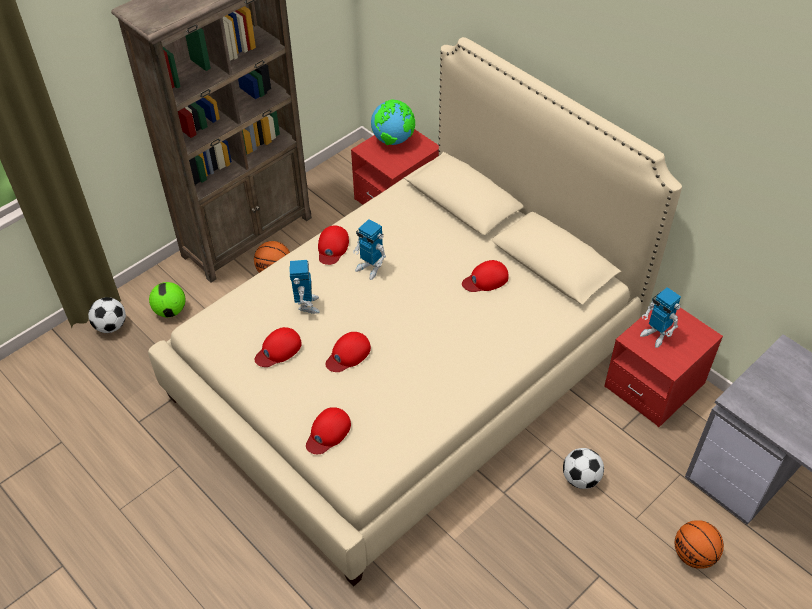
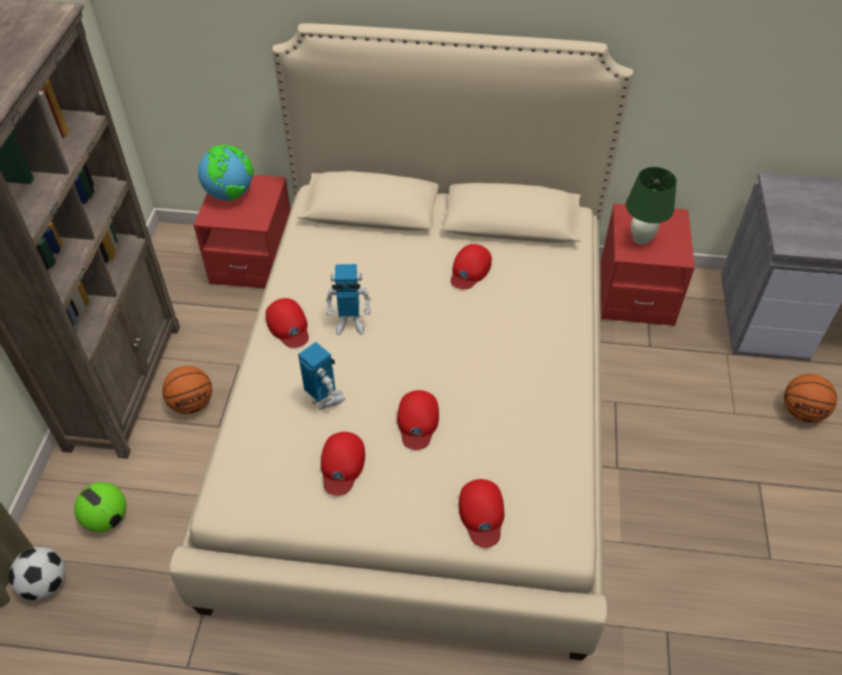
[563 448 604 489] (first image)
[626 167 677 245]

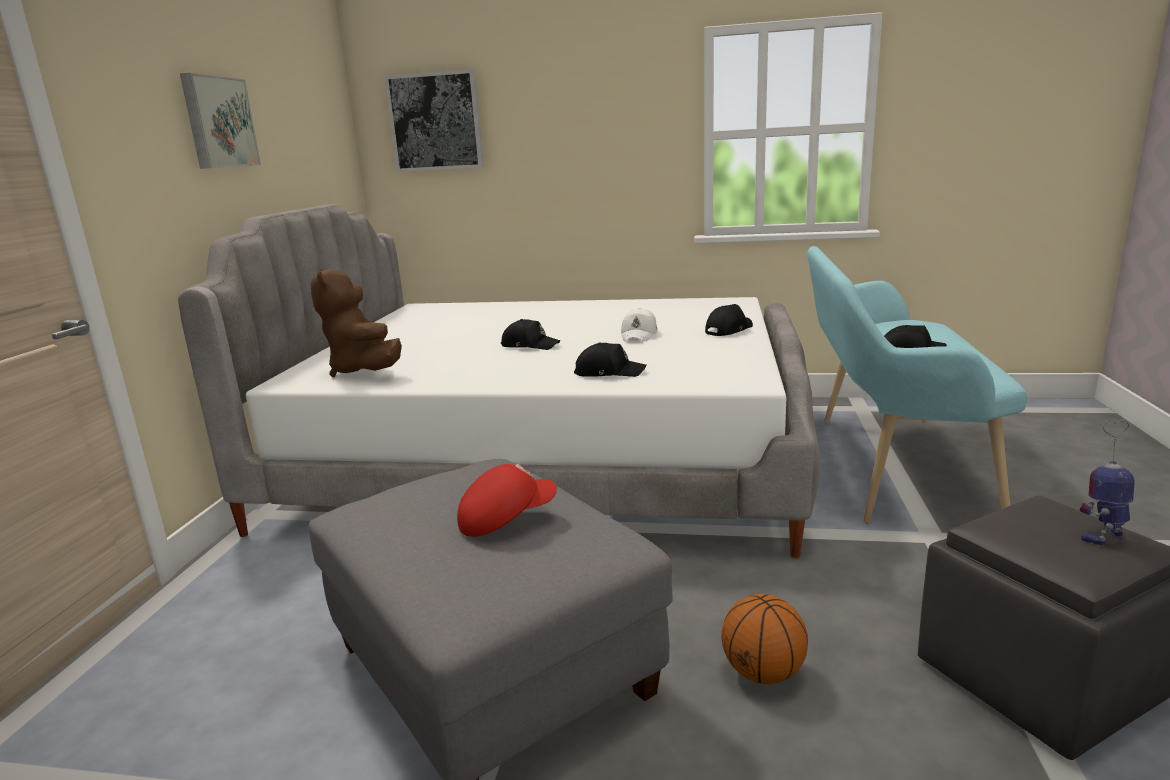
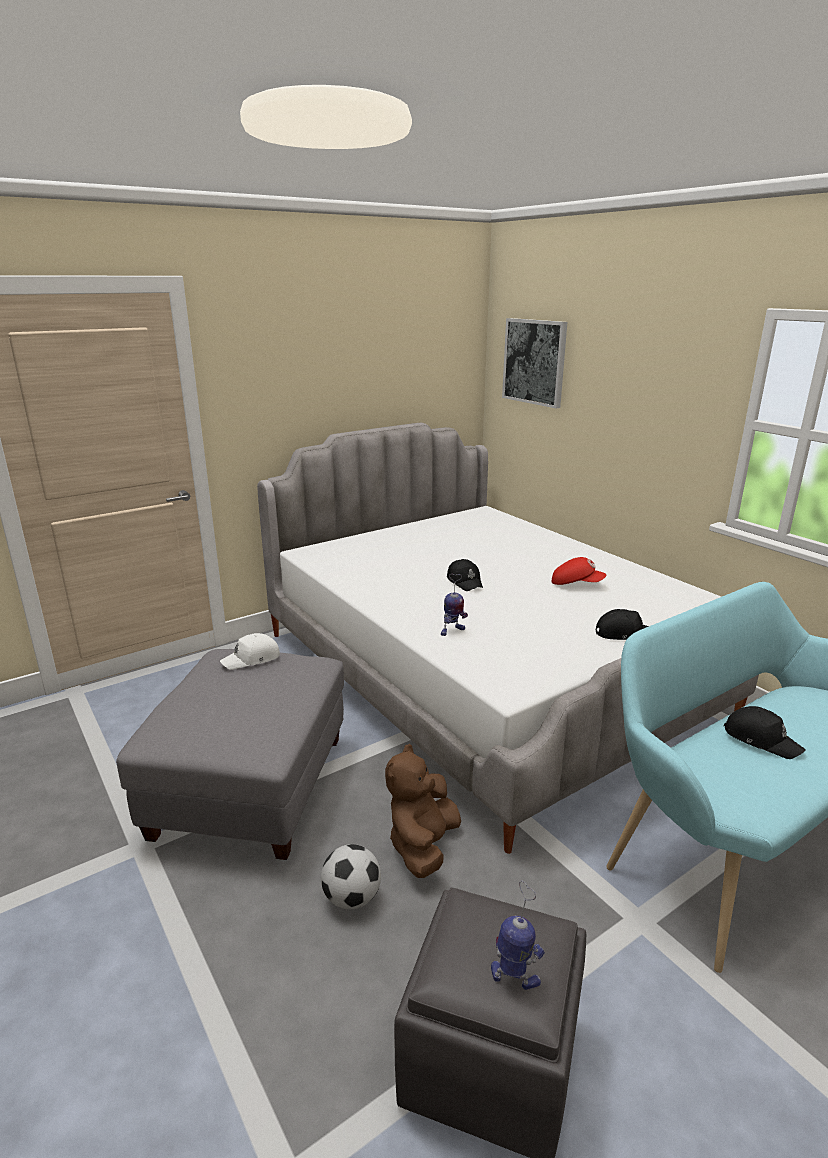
[180 73 261 169] (first image)
[385 744 461 878]
[552 557 606 585]
[220 633 280 670]
[441 574 468 636]
[321 844 381 910]

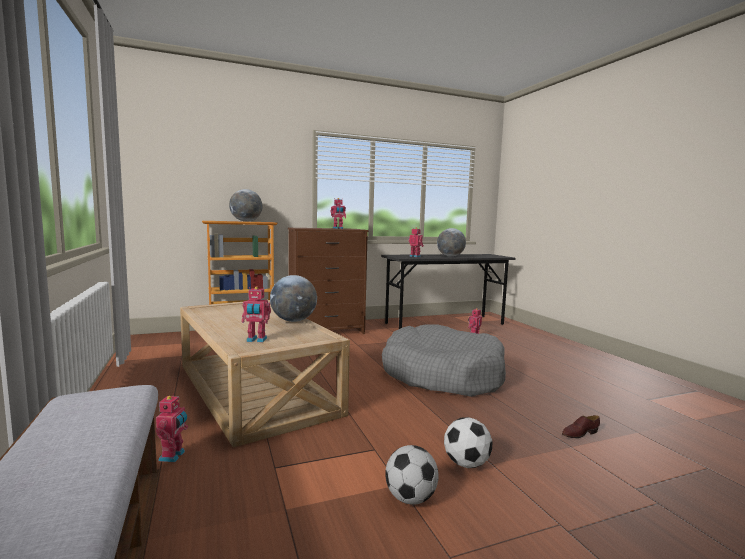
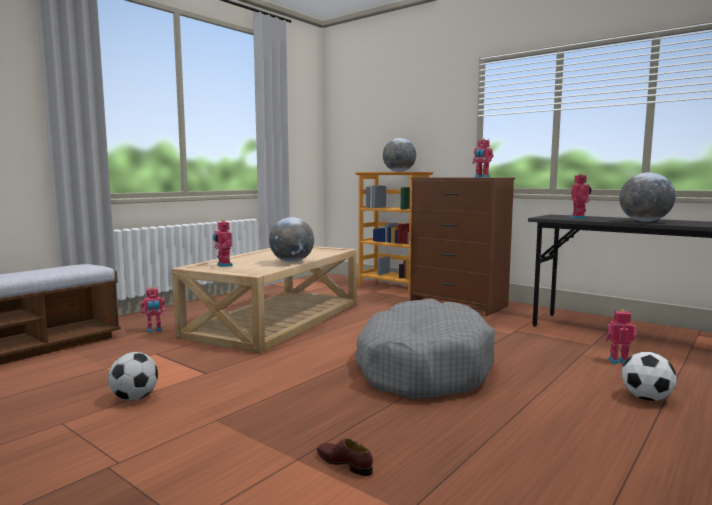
[622 352 677 401]

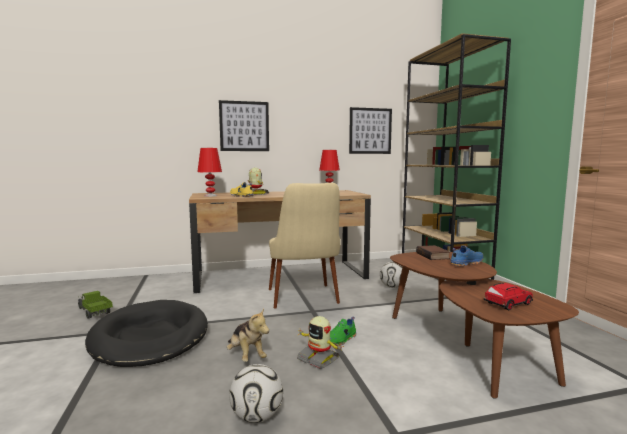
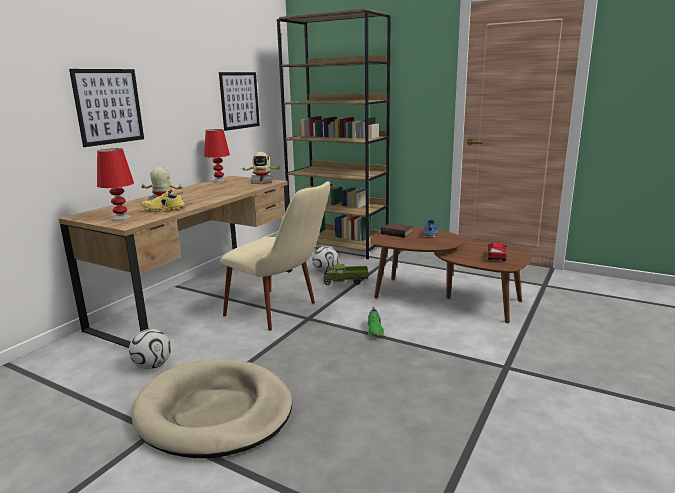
[227 309 269 362] (first image)
[324 264 368 285]
[129 329 171 369]
[241 152 281 184]
[131 360 292 458]

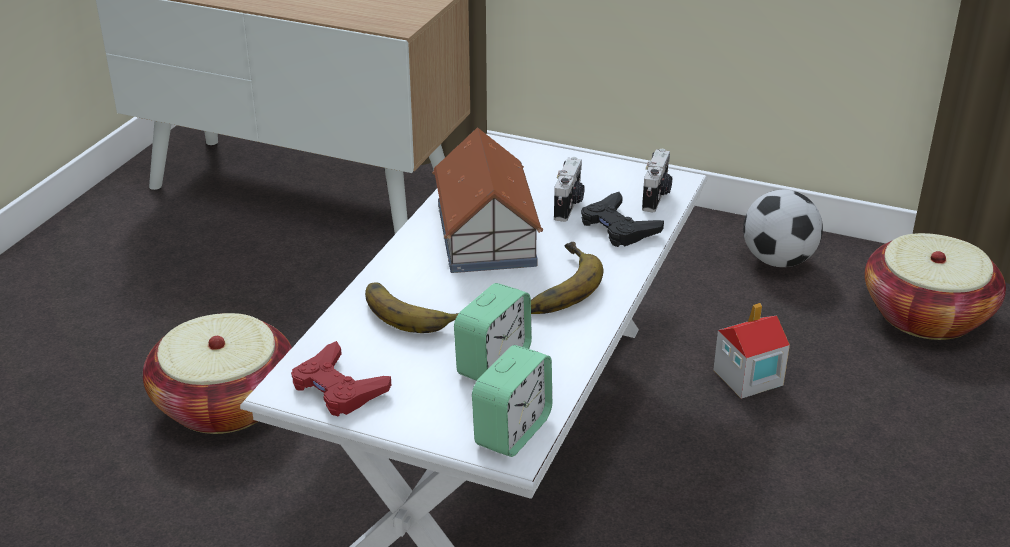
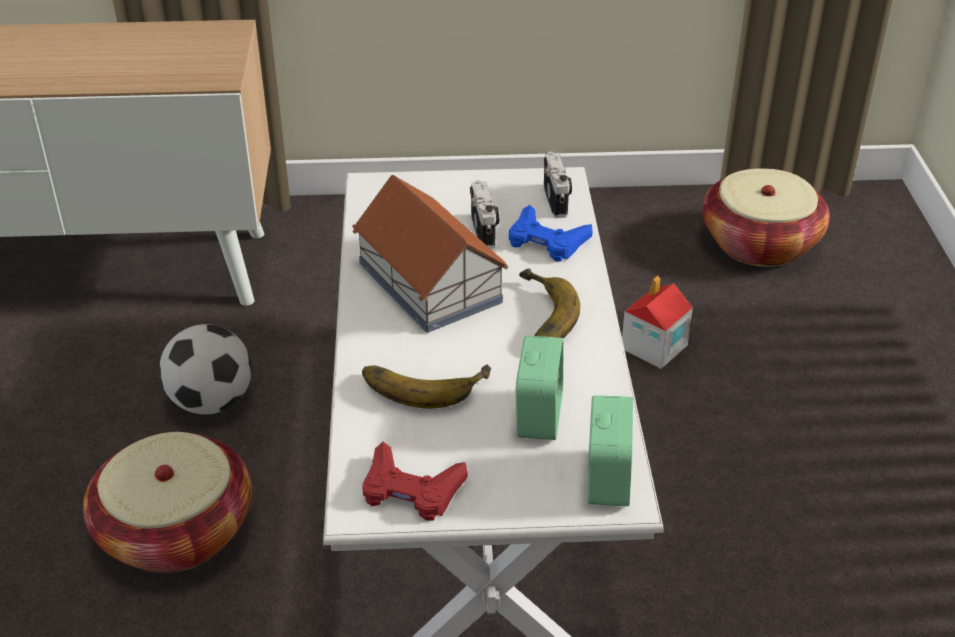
[159 324 252 415]
[509 205 593 262]

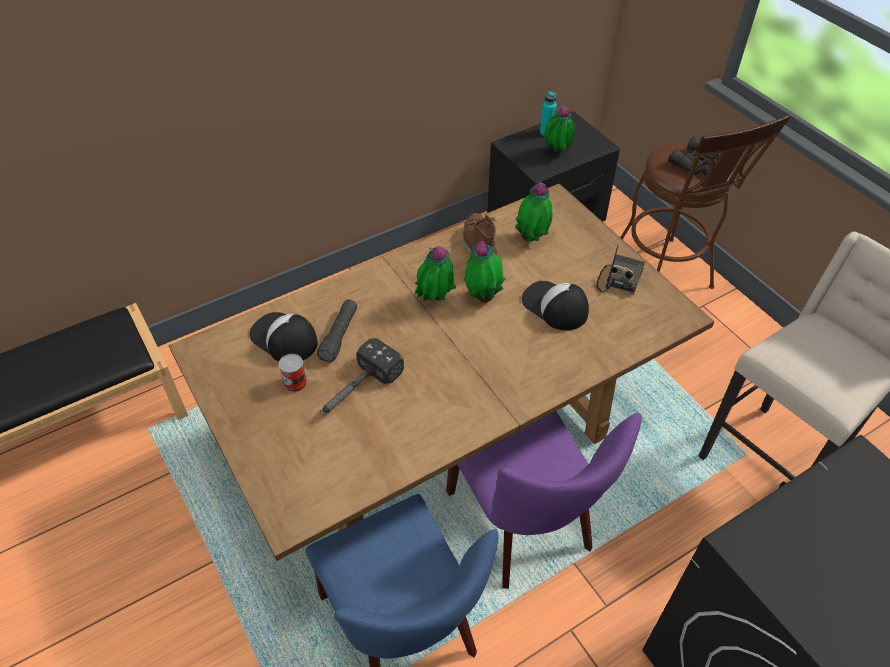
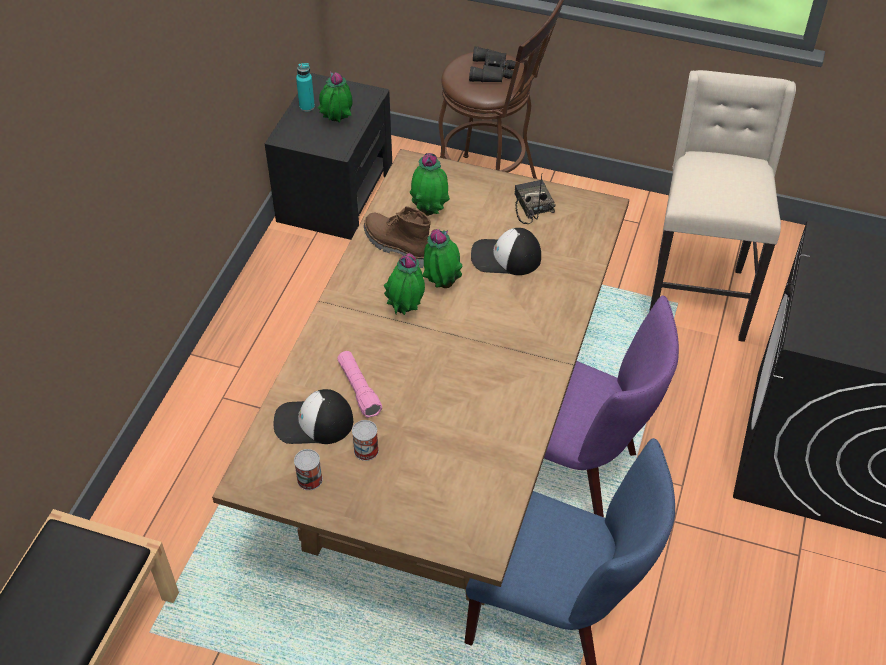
[320 338 404 415] (first image)
[294 449 323 490]
[337 351 382 418]

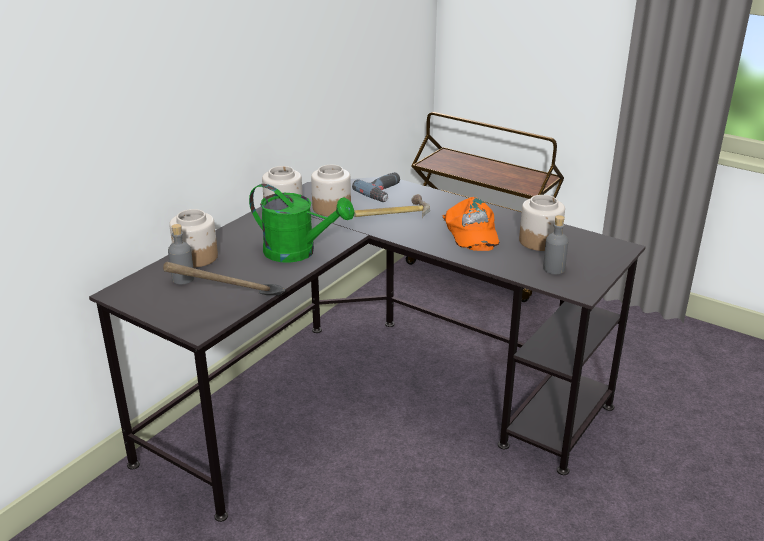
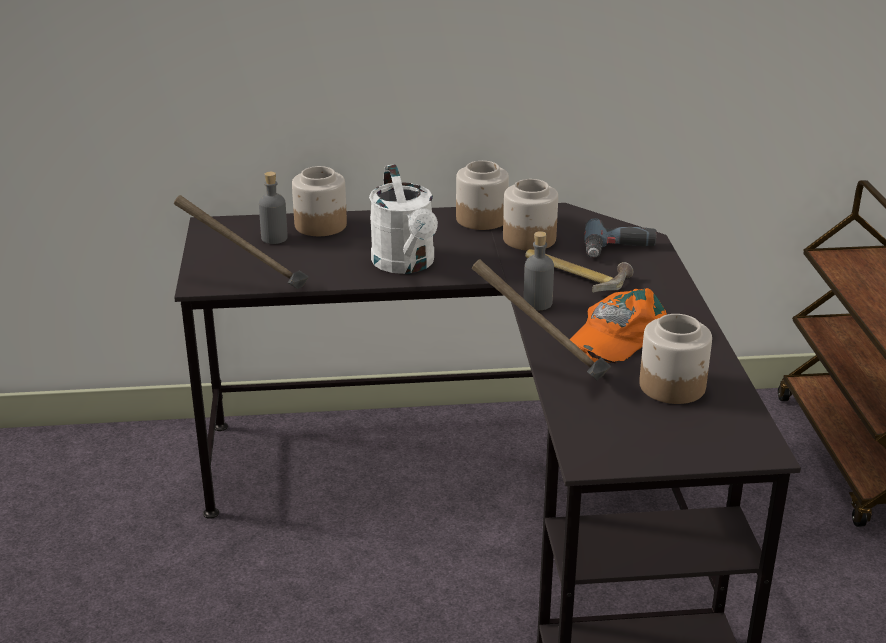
[472 259 611 380]
[524 231 554 310]
[369 164 438 274]

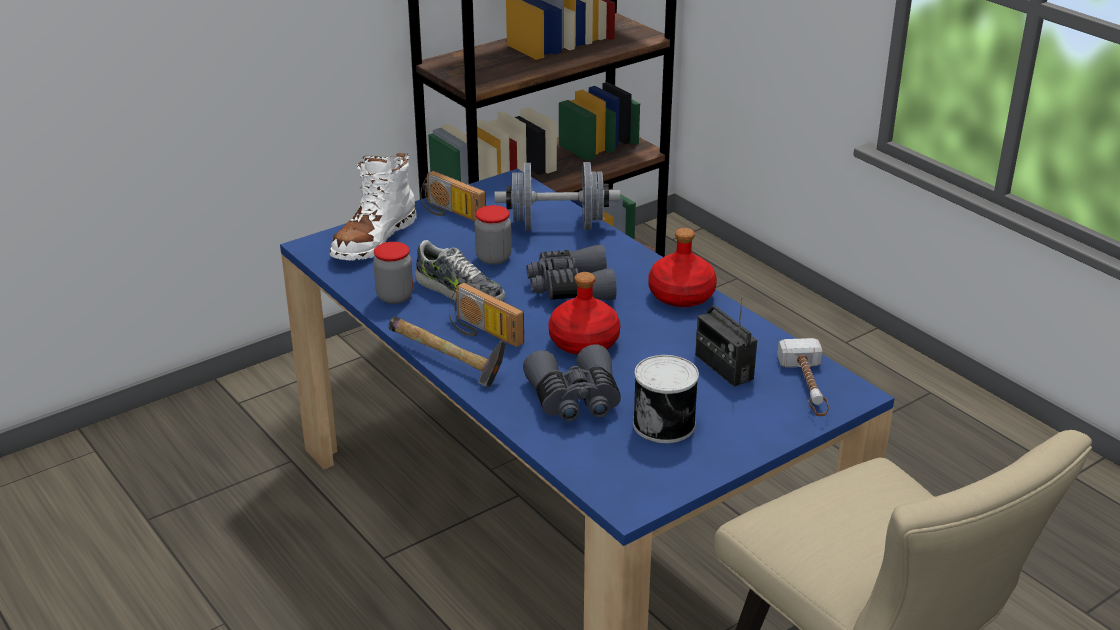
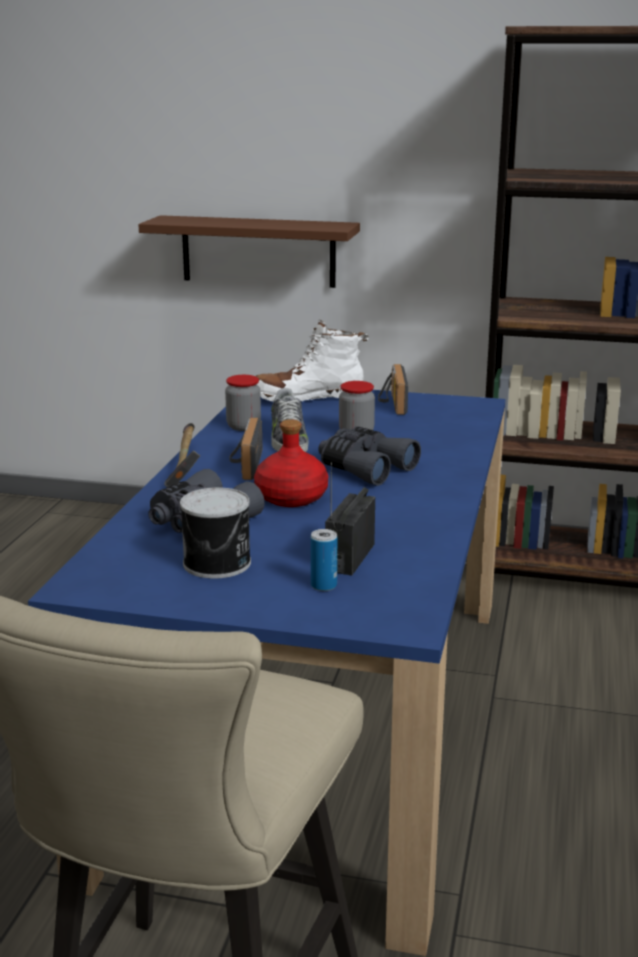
[495 162 620 231] (first image)
[648 228 717 307] (first image)
[777 338 829 416] (first image)
[138 215 360 288]
[311 529 337 591]

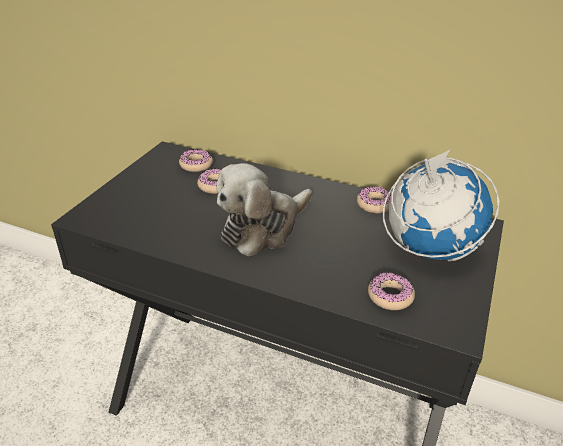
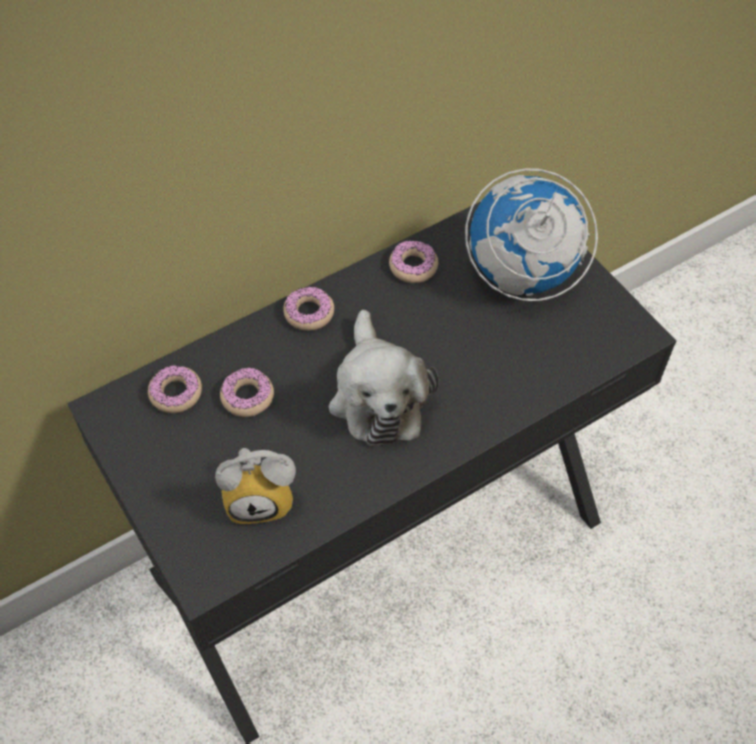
[215 448 296 524]
[283 287 334 331]

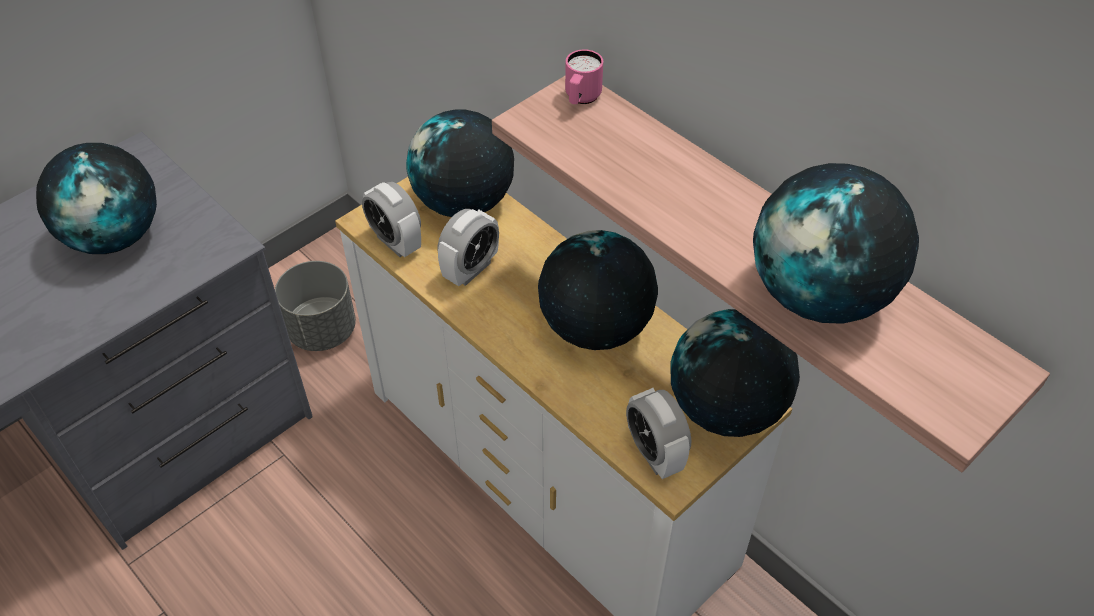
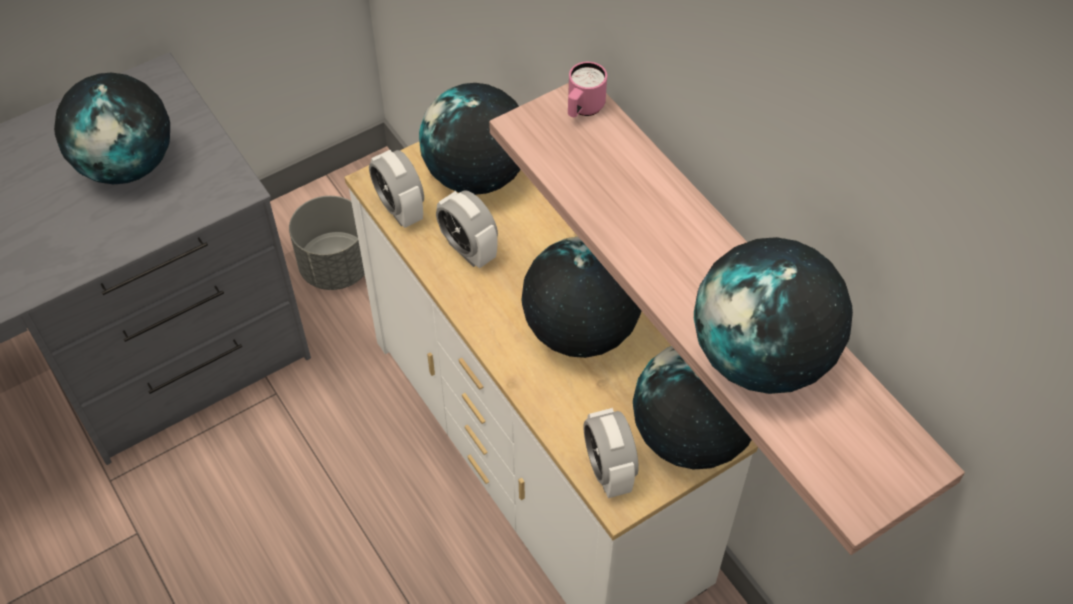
[436 190 498 269]

